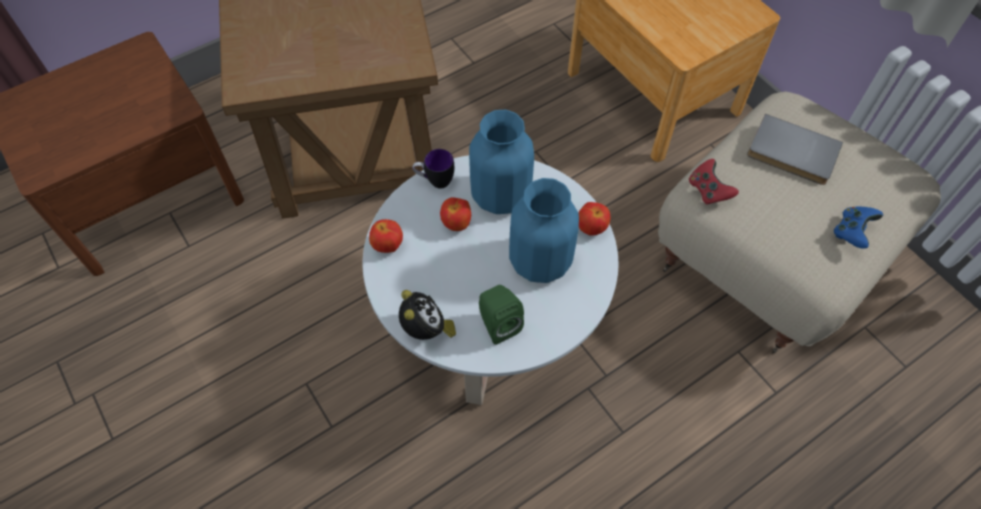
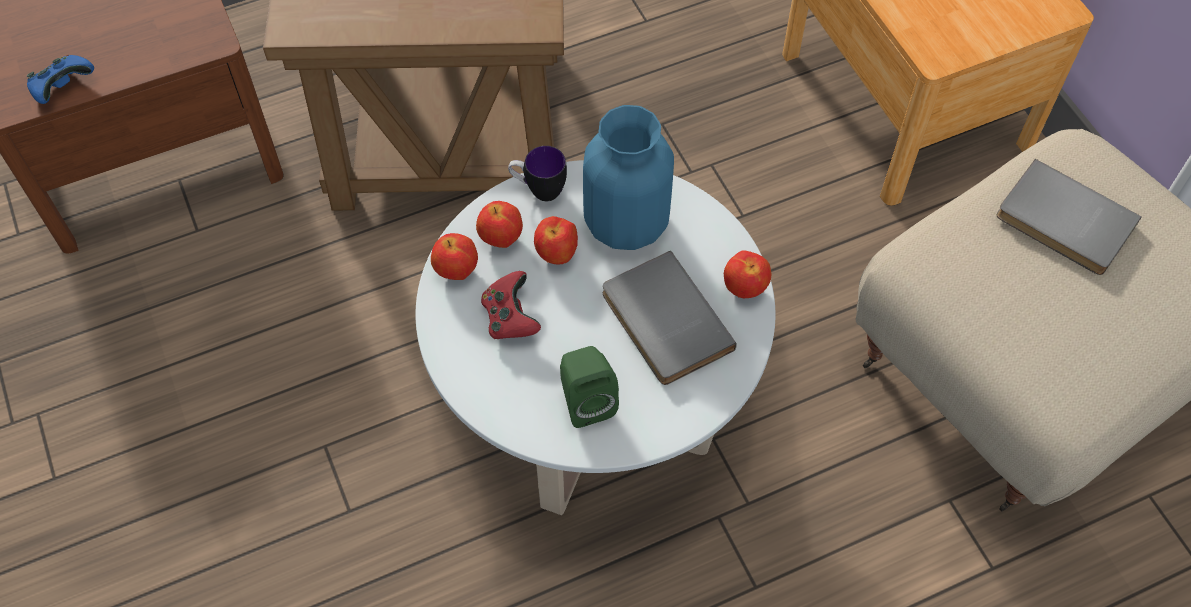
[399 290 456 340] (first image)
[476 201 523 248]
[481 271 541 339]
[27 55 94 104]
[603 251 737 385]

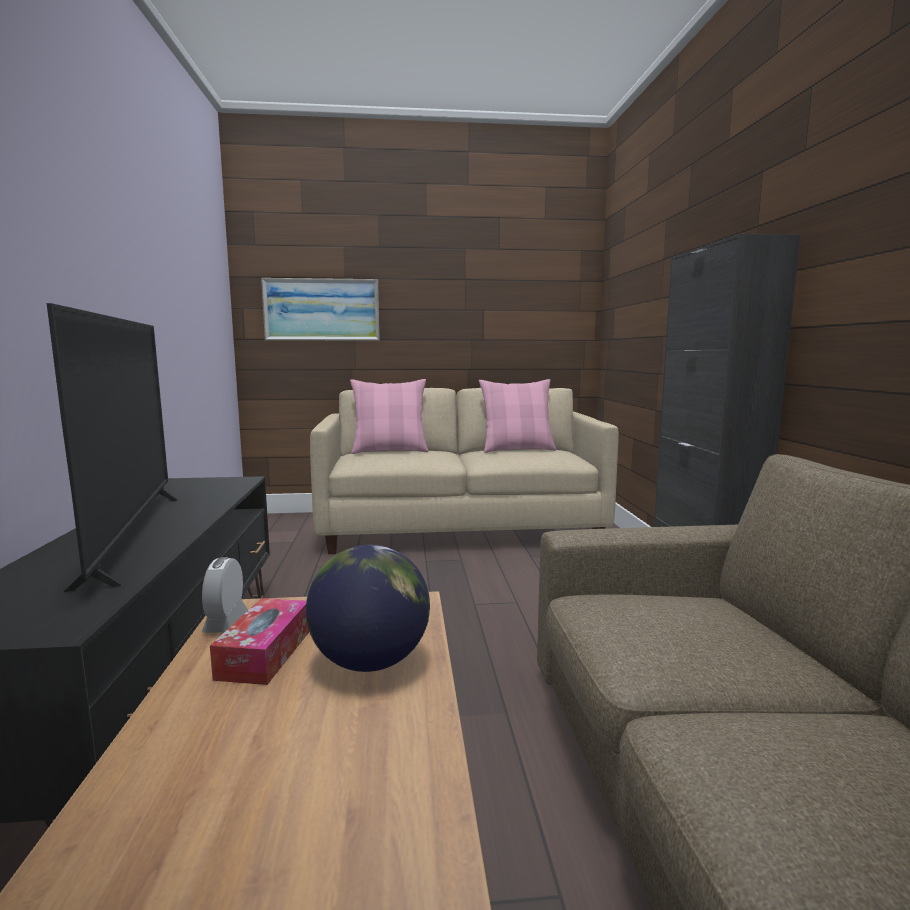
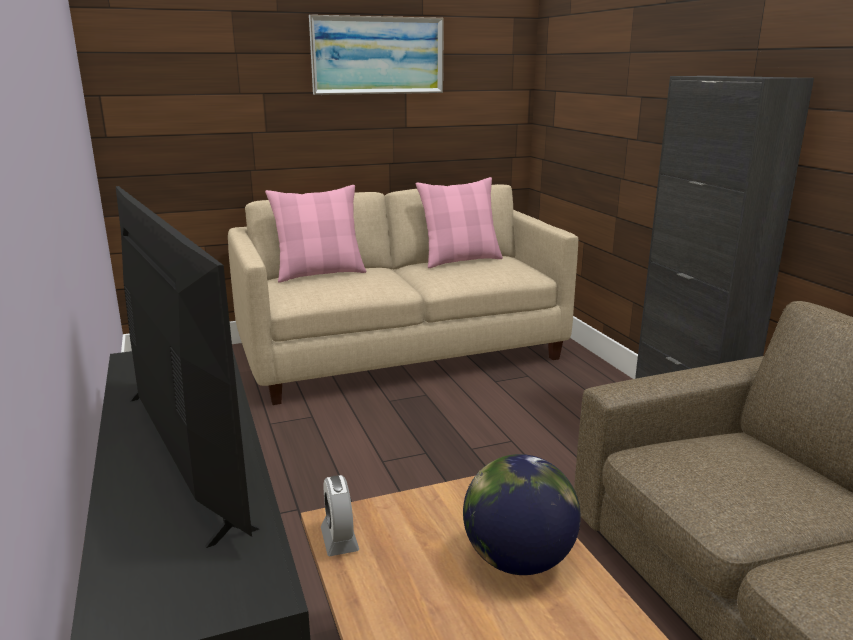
[210 598 309 685] (first image)
[309 15 444 95]

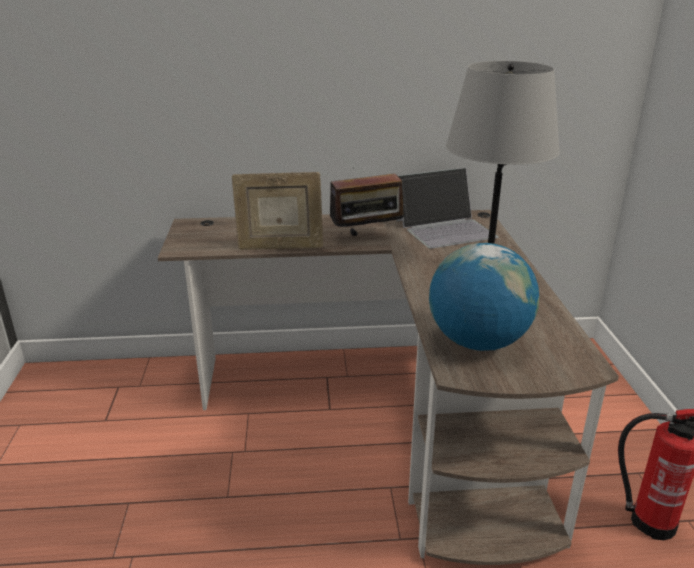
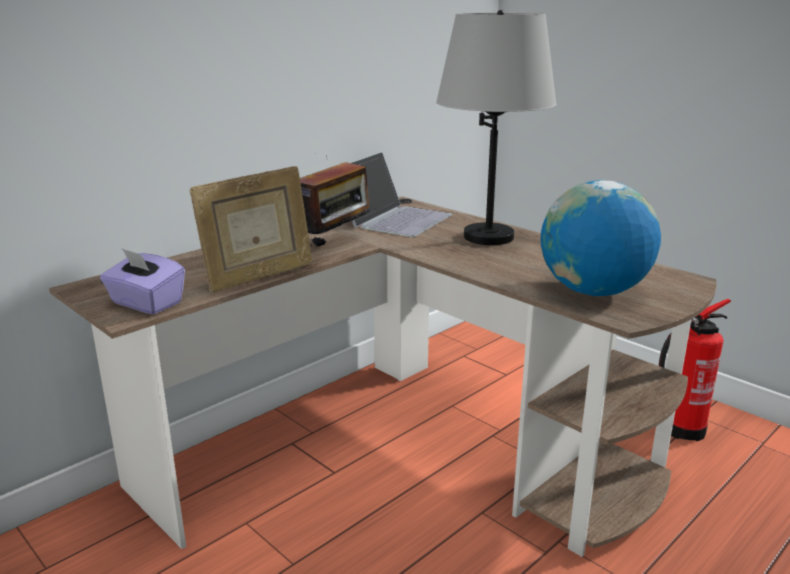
[100 248 185 314]

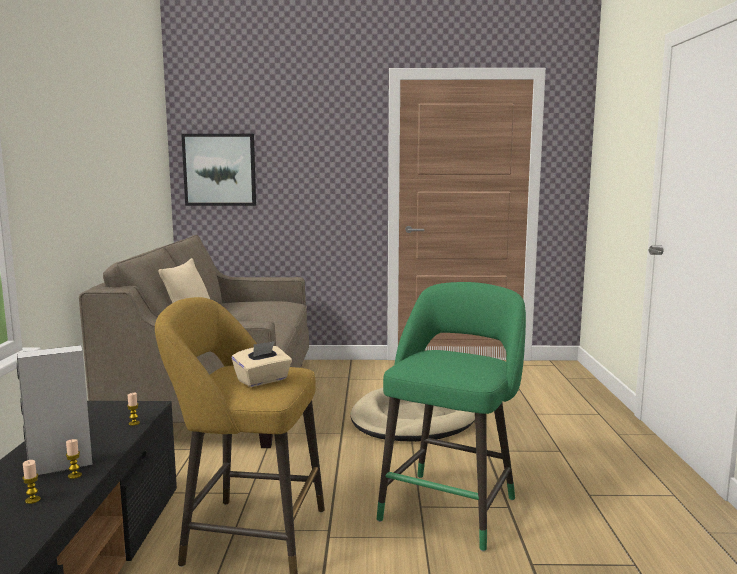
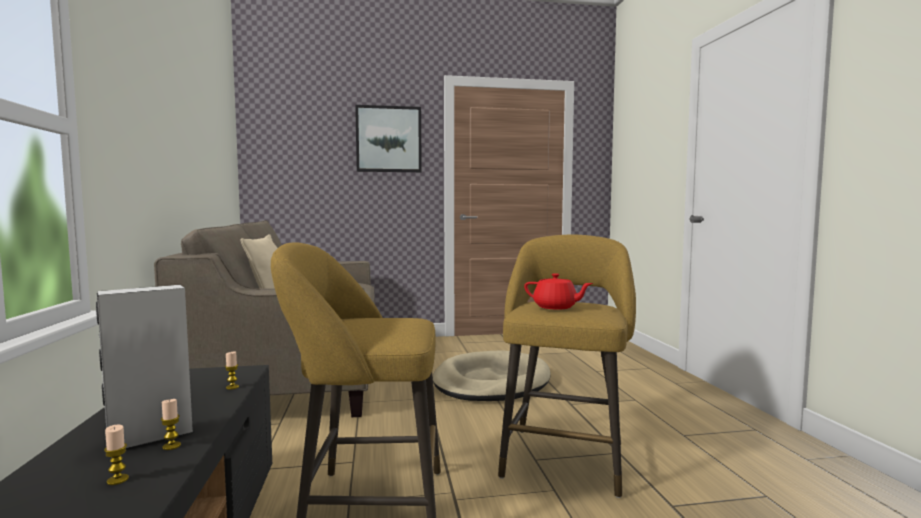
[232 341 292 387] (first image)
[524 273 593 310]
[355 105 422 172]
[498 235 636 498]

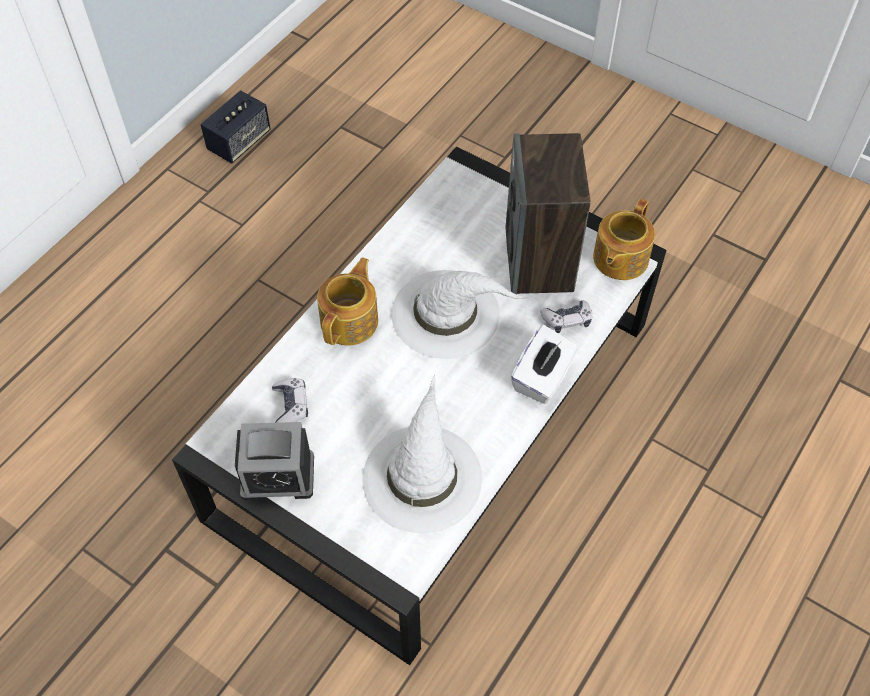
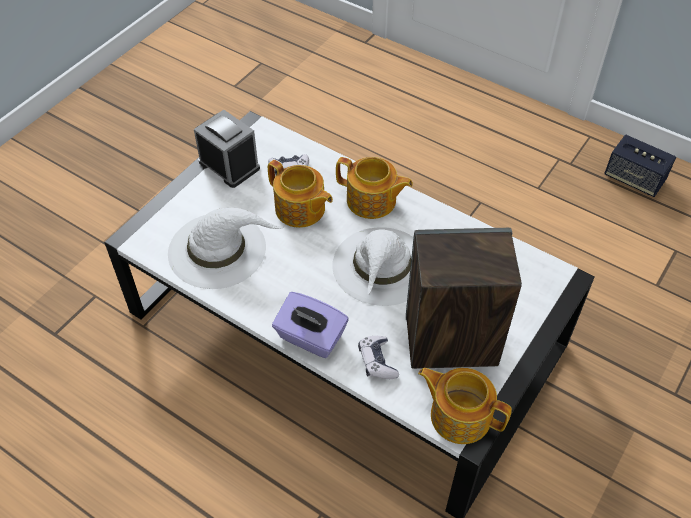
[268 160 333 228]
[272 292 348 358]
[194 110 260 188]

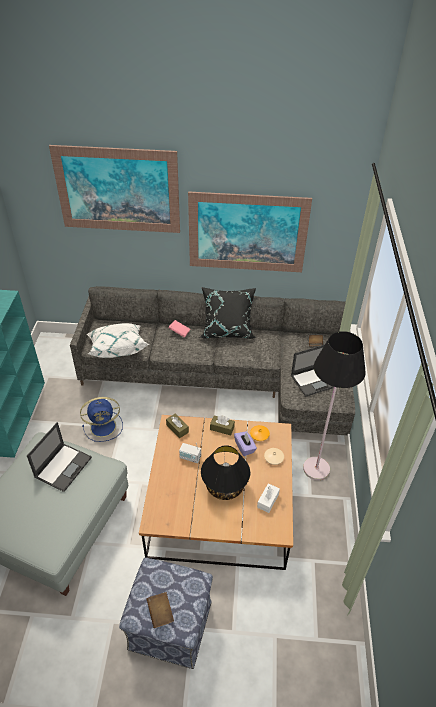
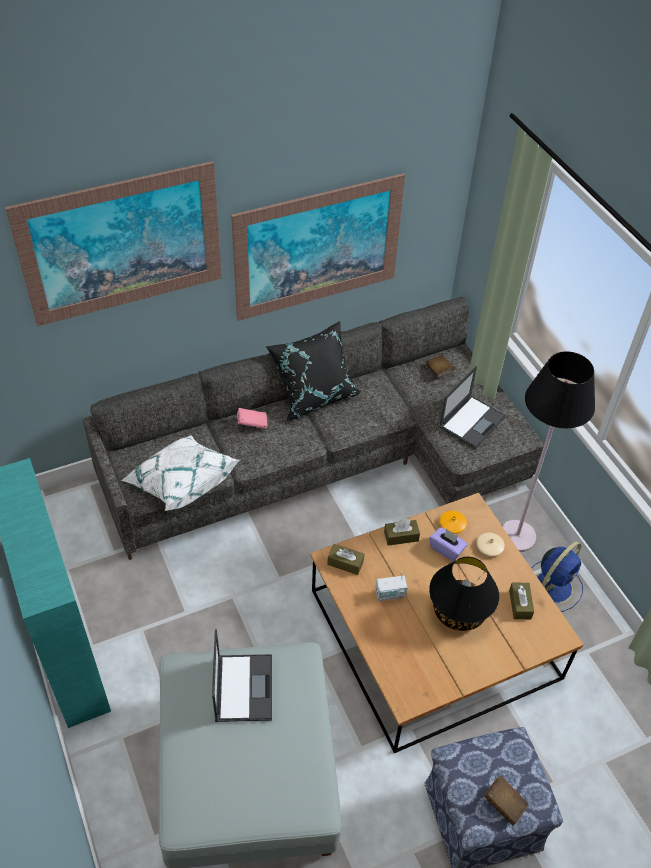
[531 541 583 612]
[509 583 534 619]

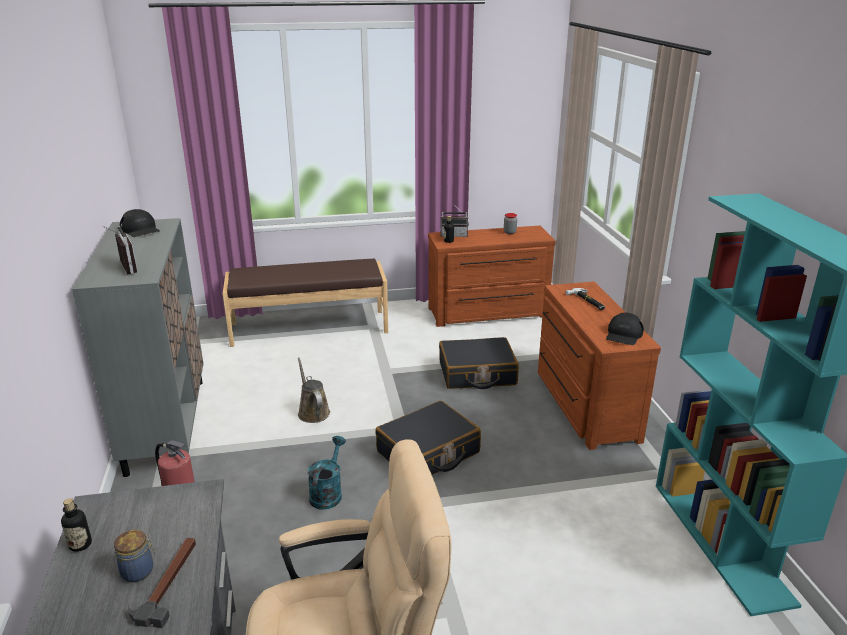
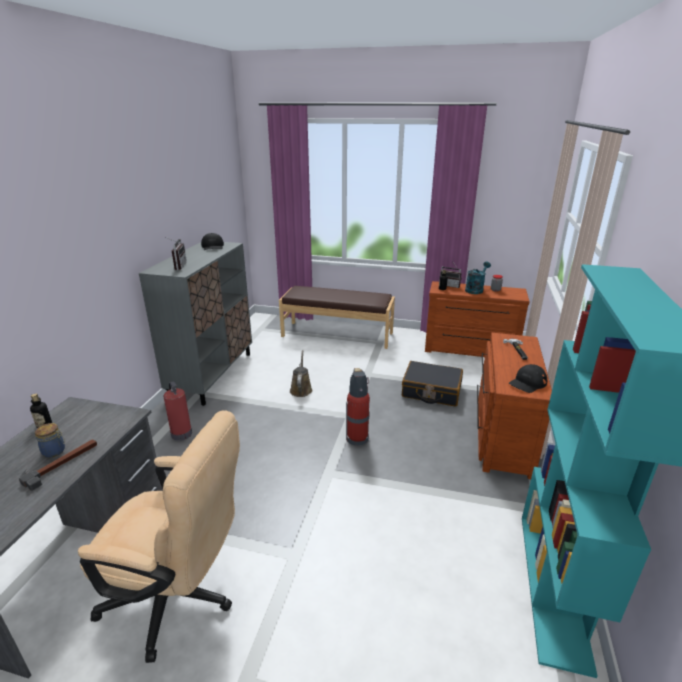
[465 262 491 294]
[346 368 370 446]

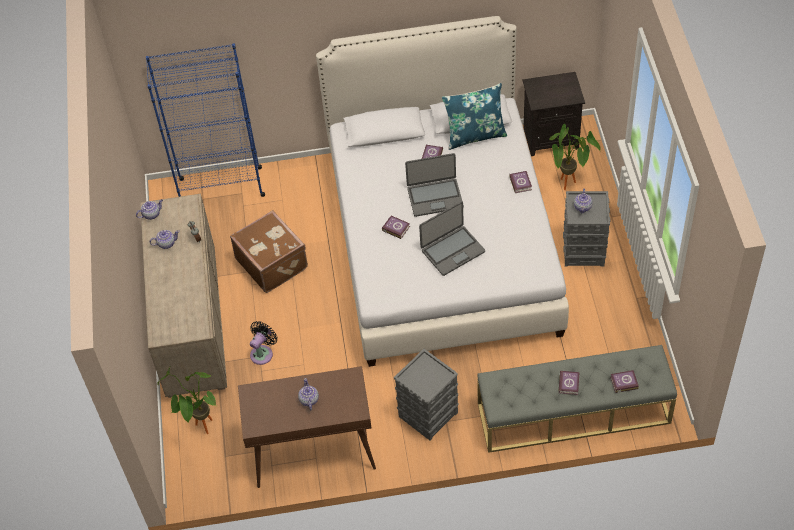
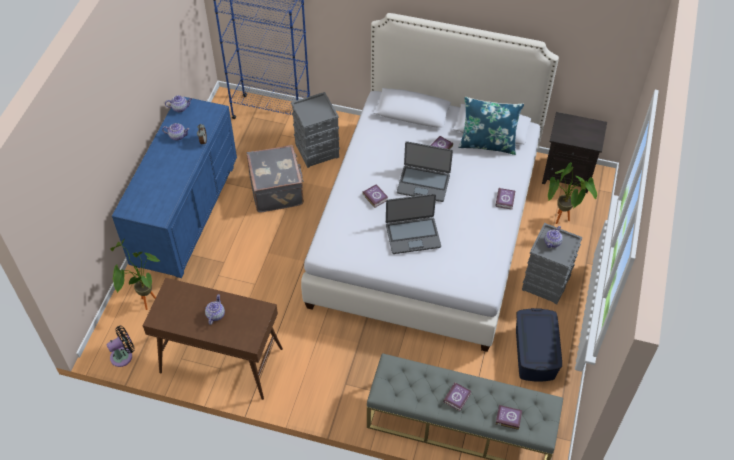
[516 308 562 382]
[106 326 135 367]
[291 92 340 168]
[112 97 237 278]
[247 145 304 213]

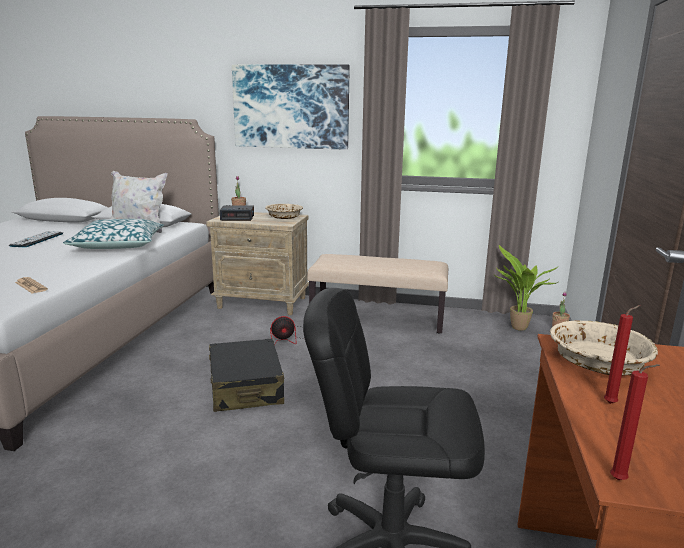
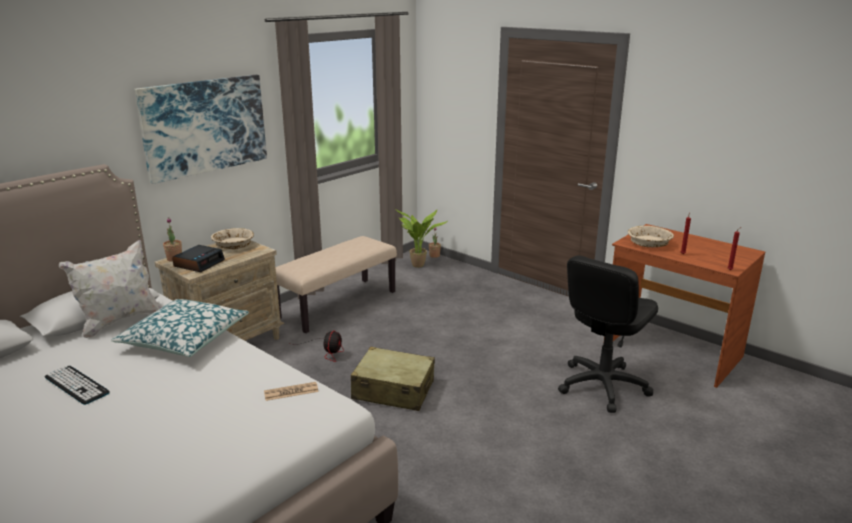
[351 347 435 411]

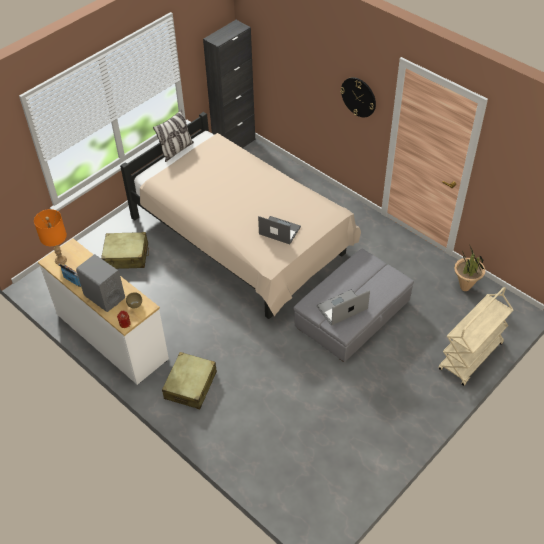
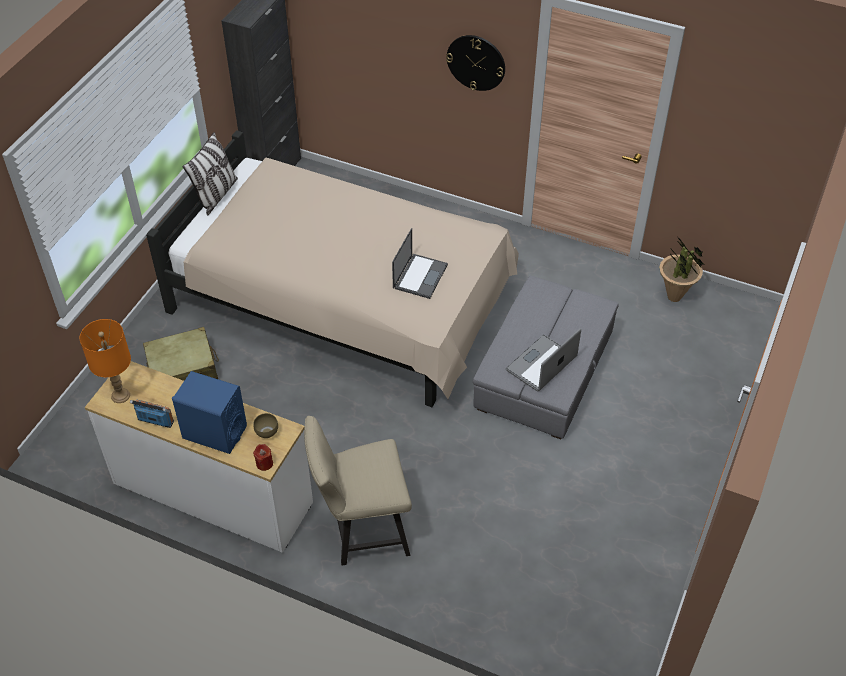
[439 287 513 386] (first image)
[304 416 412 566]
[172 371 247 454]
[392 228 448 299]

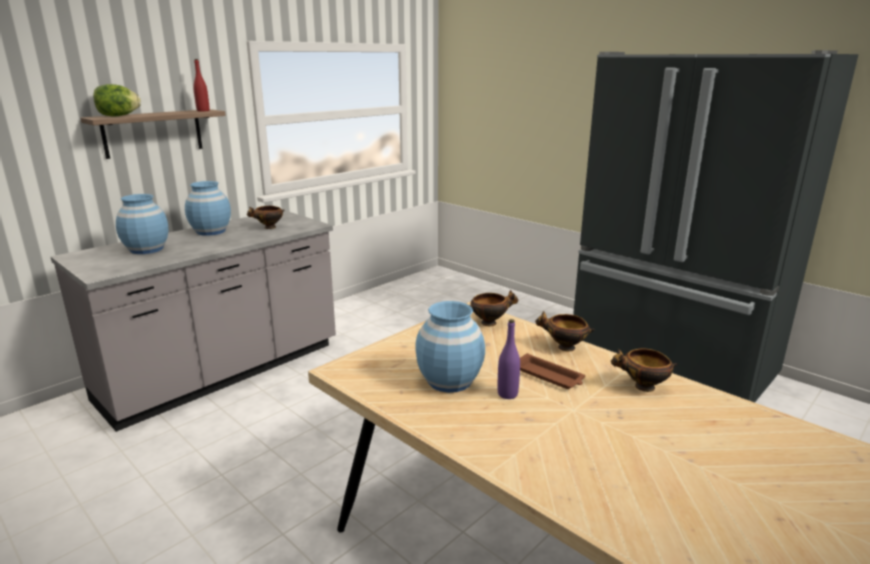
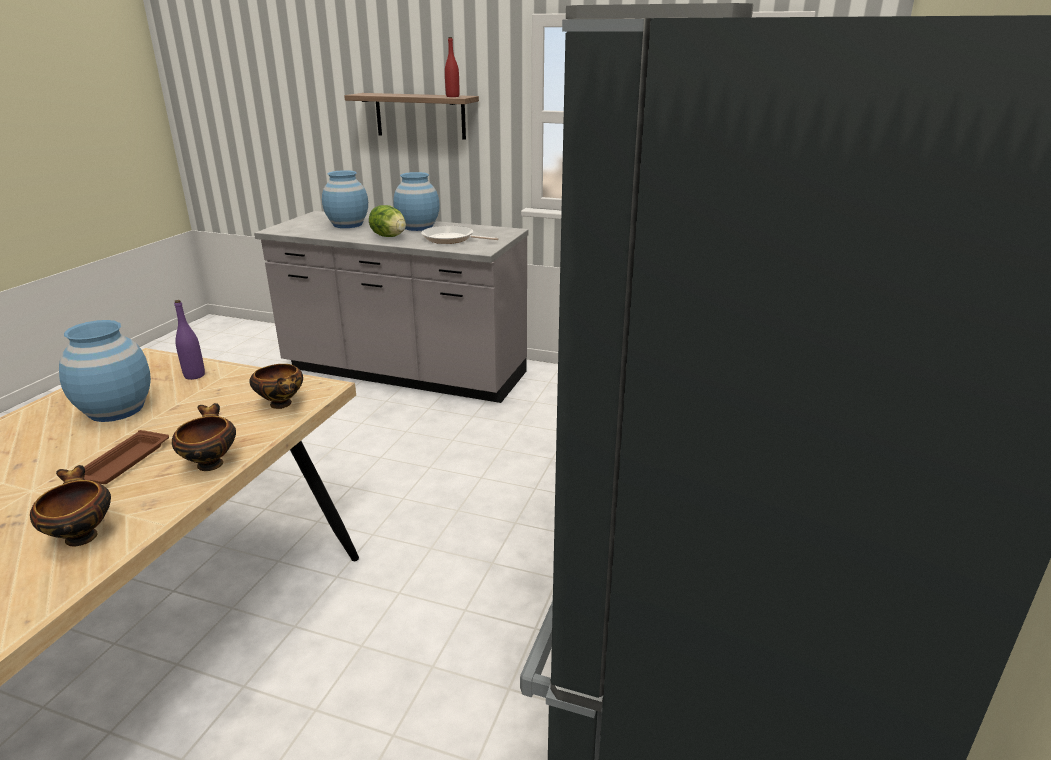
[369 205 406 237]
[174 300 205 380]
[421 225 499 244]

